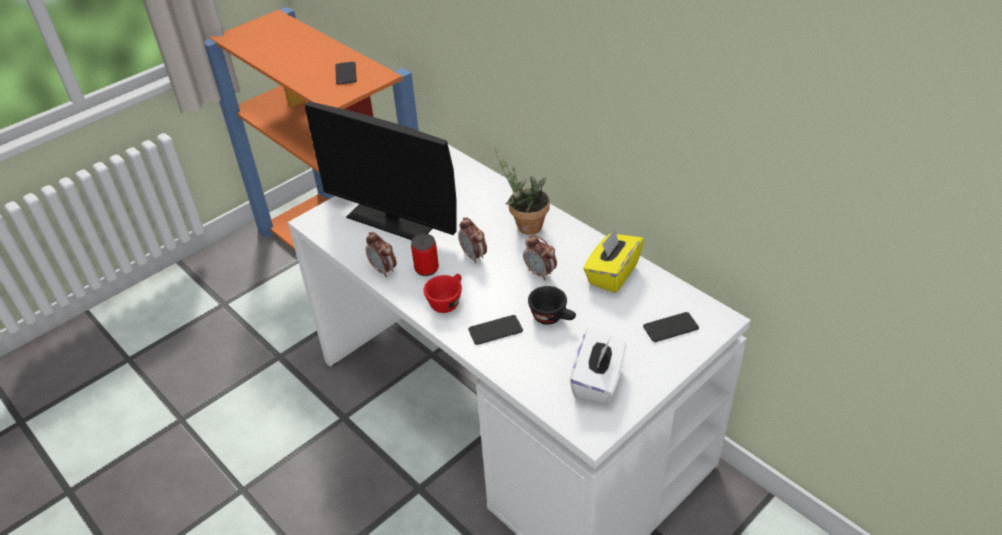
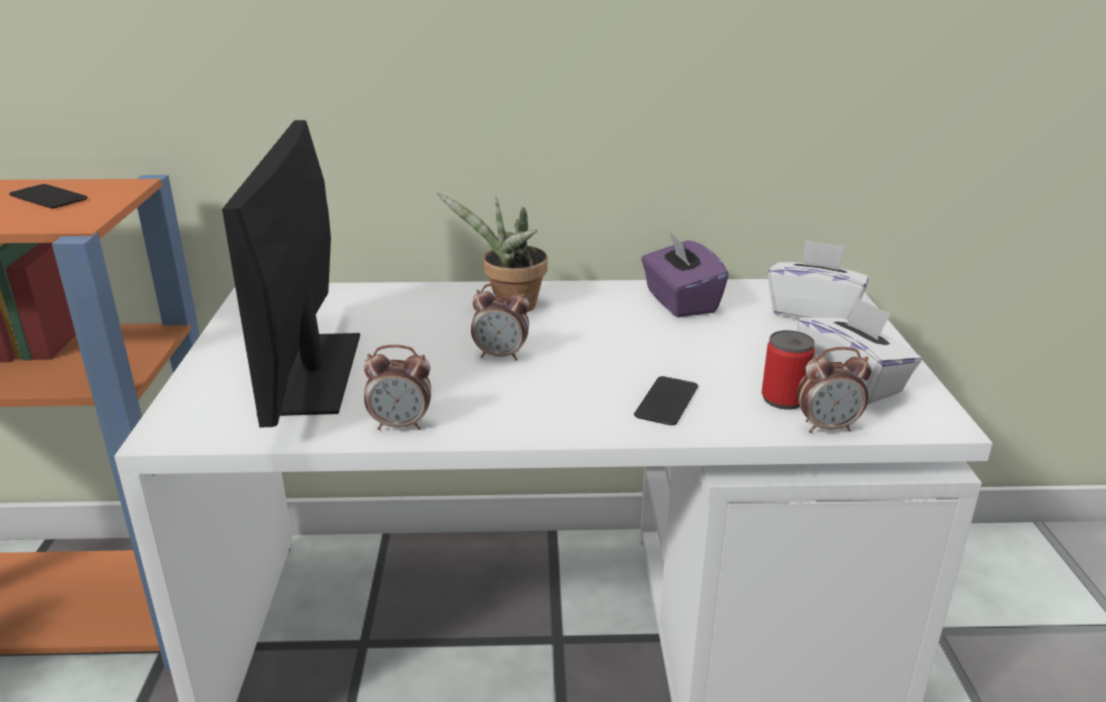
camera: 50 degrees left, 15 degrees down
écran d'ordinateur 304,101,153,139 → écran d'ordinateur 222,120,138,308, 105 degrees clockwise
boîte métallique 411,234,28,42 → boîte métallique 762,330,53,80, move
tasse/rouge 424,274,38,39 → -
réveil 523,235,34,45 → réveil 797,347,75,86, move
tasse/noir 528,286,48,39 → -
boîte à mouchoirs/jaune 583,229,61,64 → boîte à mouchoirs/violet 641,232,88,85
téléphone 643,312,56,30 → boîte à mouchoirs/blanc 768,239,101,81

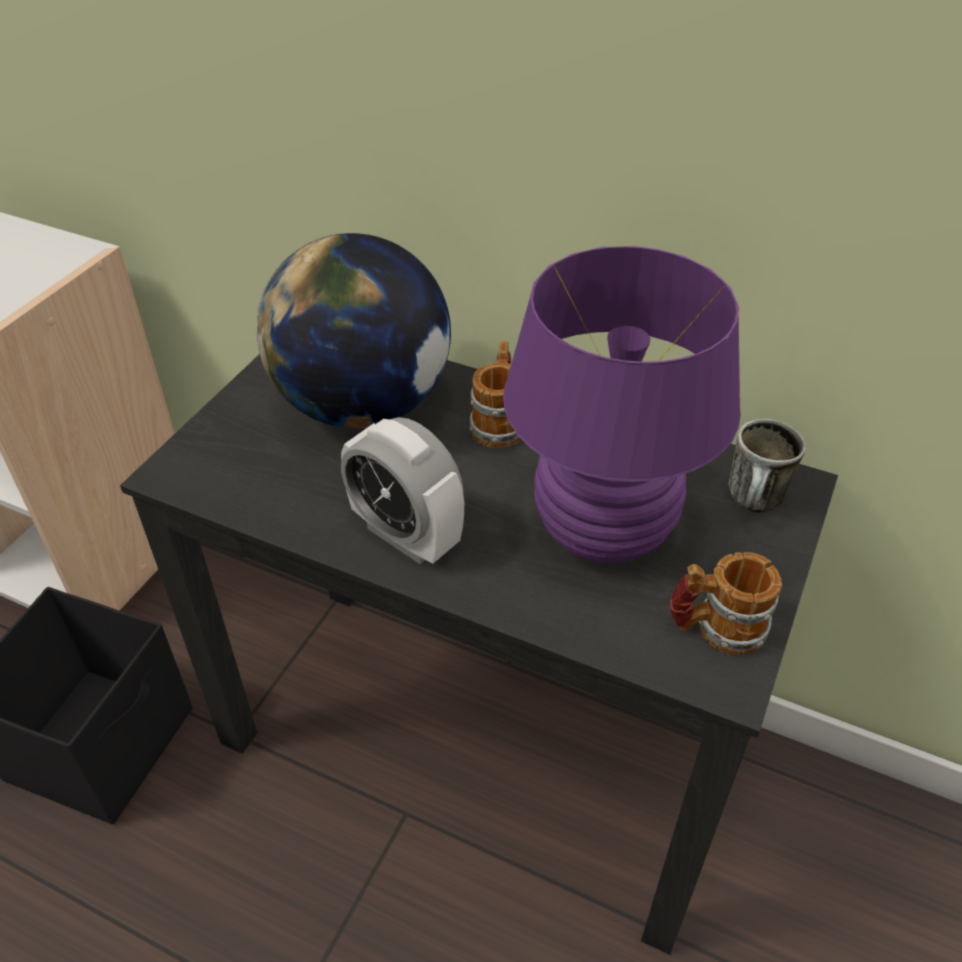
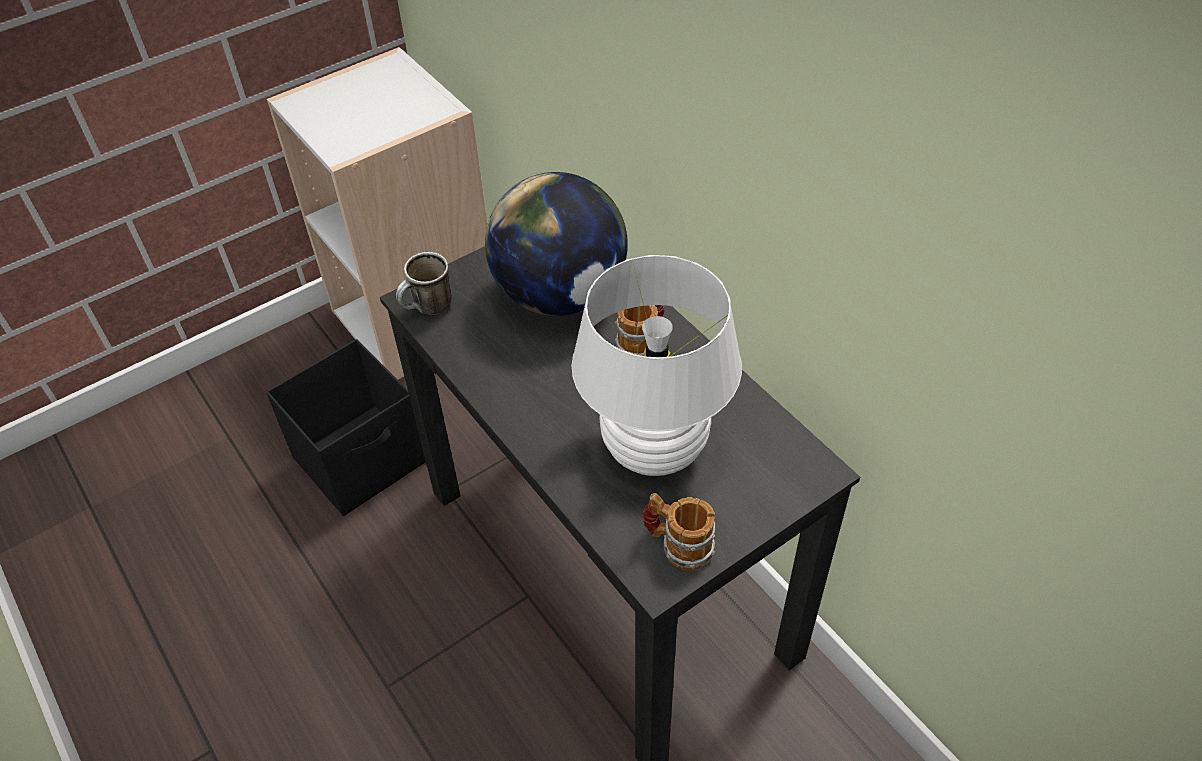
camera: 30 degrees right, 5 degrees up
réveil 341,417,123,147 → -
lampe de table/violet 503,246,238,317 → lampe de table/blanc 572,255,170,221
mug 728,419,78,94 → mug 396,252,56,64, move

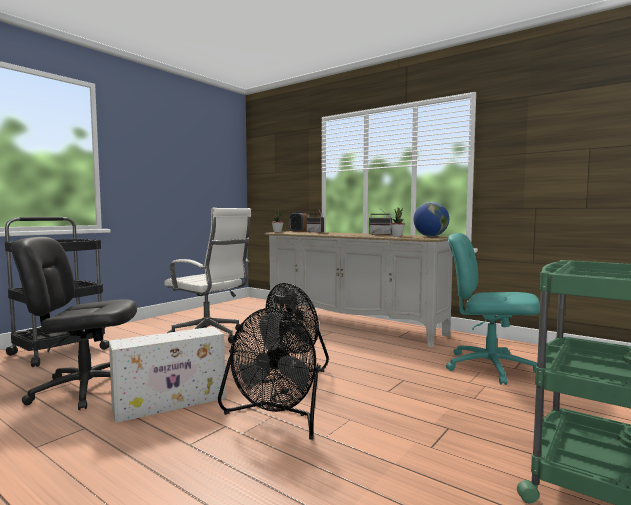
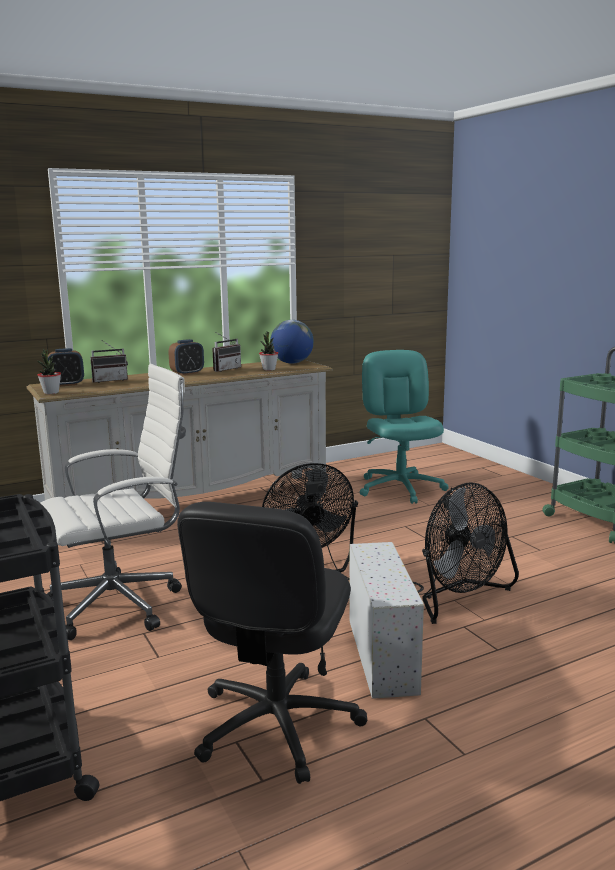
camera: 65 degrees left, 10 degrees up
chaise de bureau/turquoise 446,233,94,152 → chaise de bureau/turquoise 360,350,89,154, 120 degrees clockwise
- → réveil 168,339,36,36

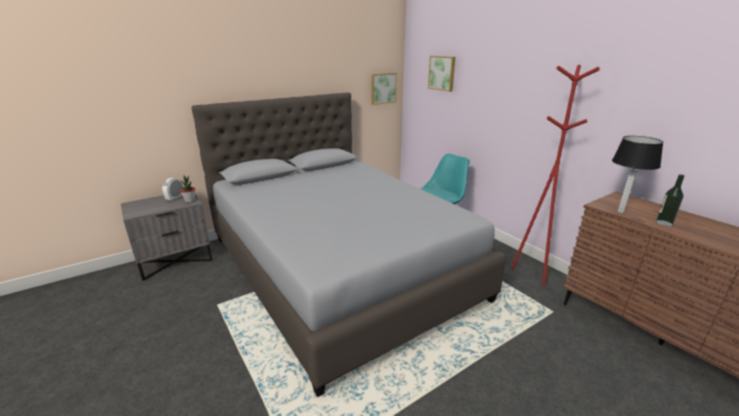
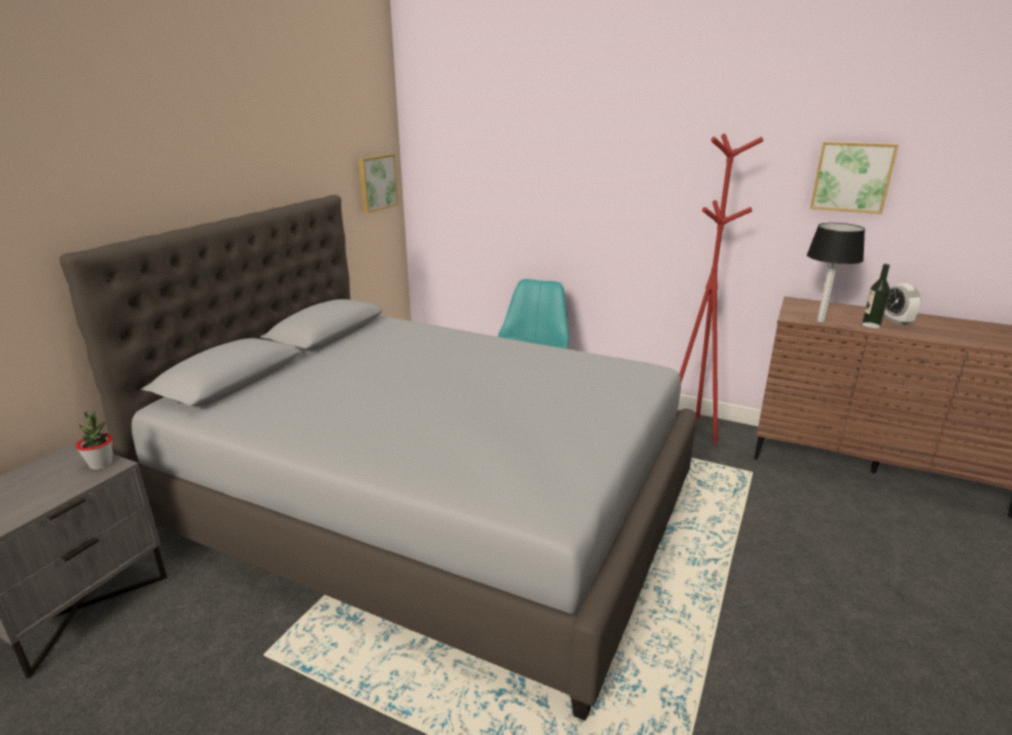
camera: 30 degrees left, 0 degrees up
réveil 162,178,21,23 → réveil 884,283,37,42, move
tableau 428,56,28,36 → tableau 810,141,88,73, move

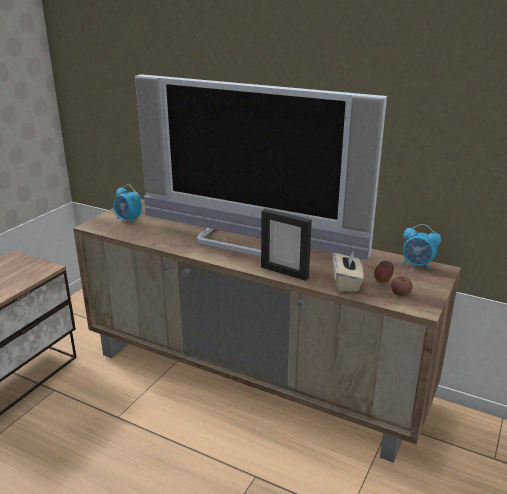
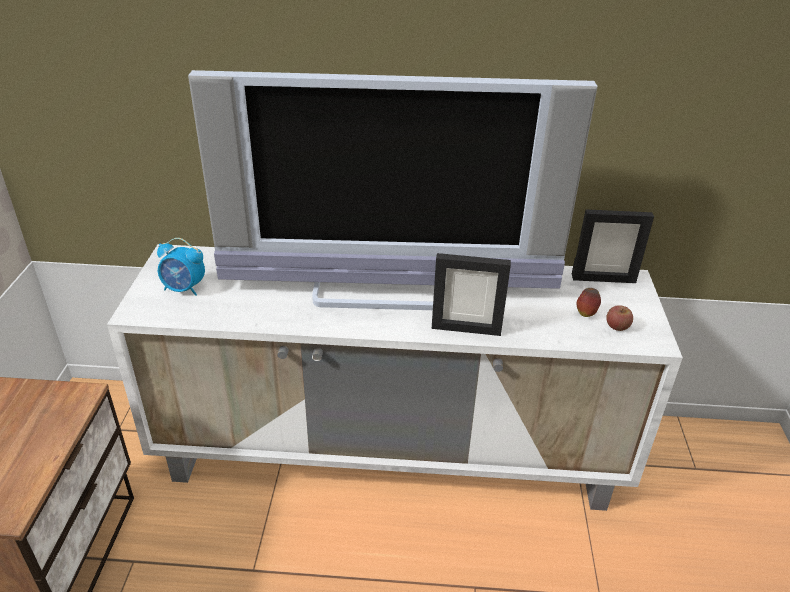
camera: 25 degrees left, 10 degrees up
meuble télé/marron 73,199,388,264 → meuble télé/blanc 107,244,576,267
boîte à mouchoirs/beige 333,249,31,43 → -
réveil 402,224,39,46 → cadre photo 572,209,82,74

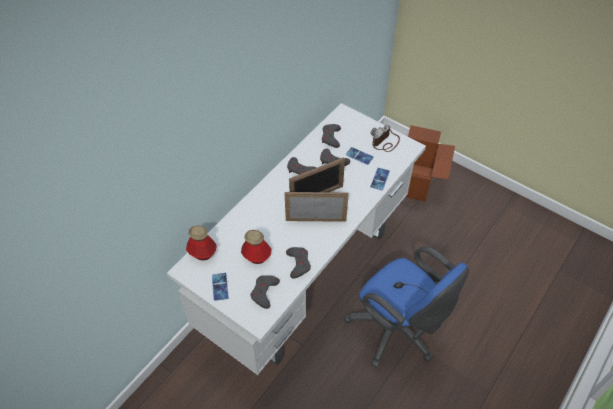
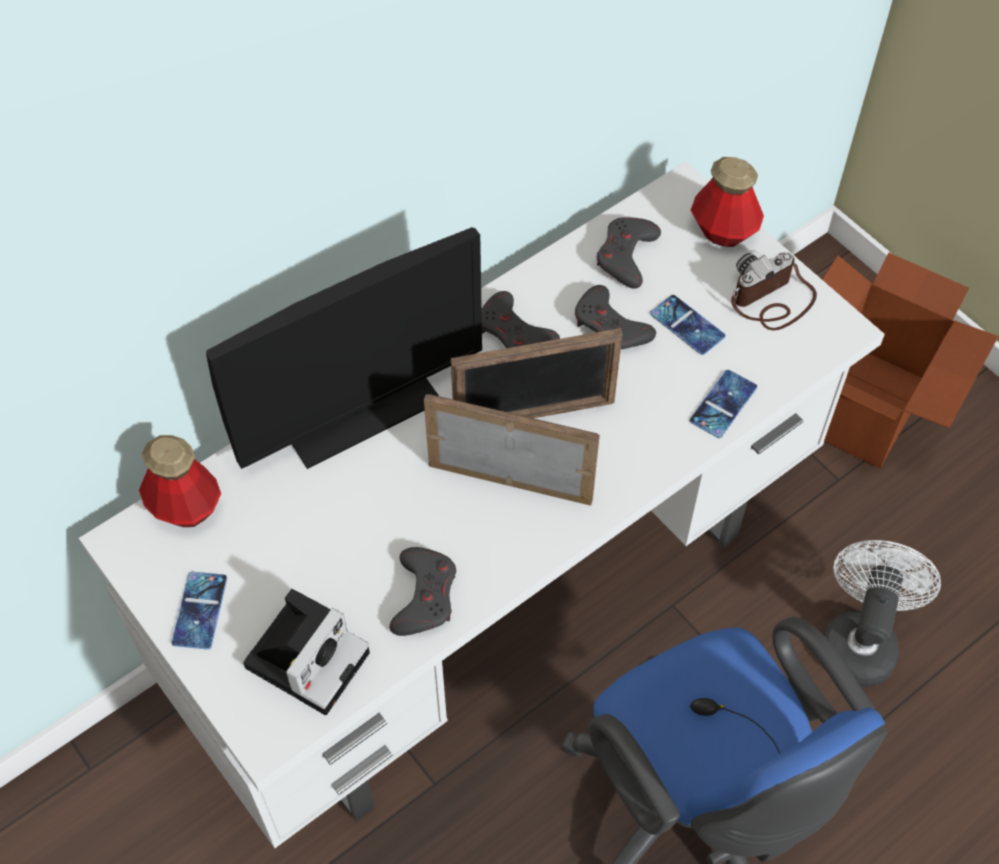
camera: 15 degrees right, 5 degrees up
bouteille 241,230,30,34 → bouteille 691,157,73,90, move
manette/gris 250,275,30,34 → appareil photo 243,589,127,126
- → écran d'ordinateur 206,227,276,242
- → ventilateur/blanc 823,540,118,147

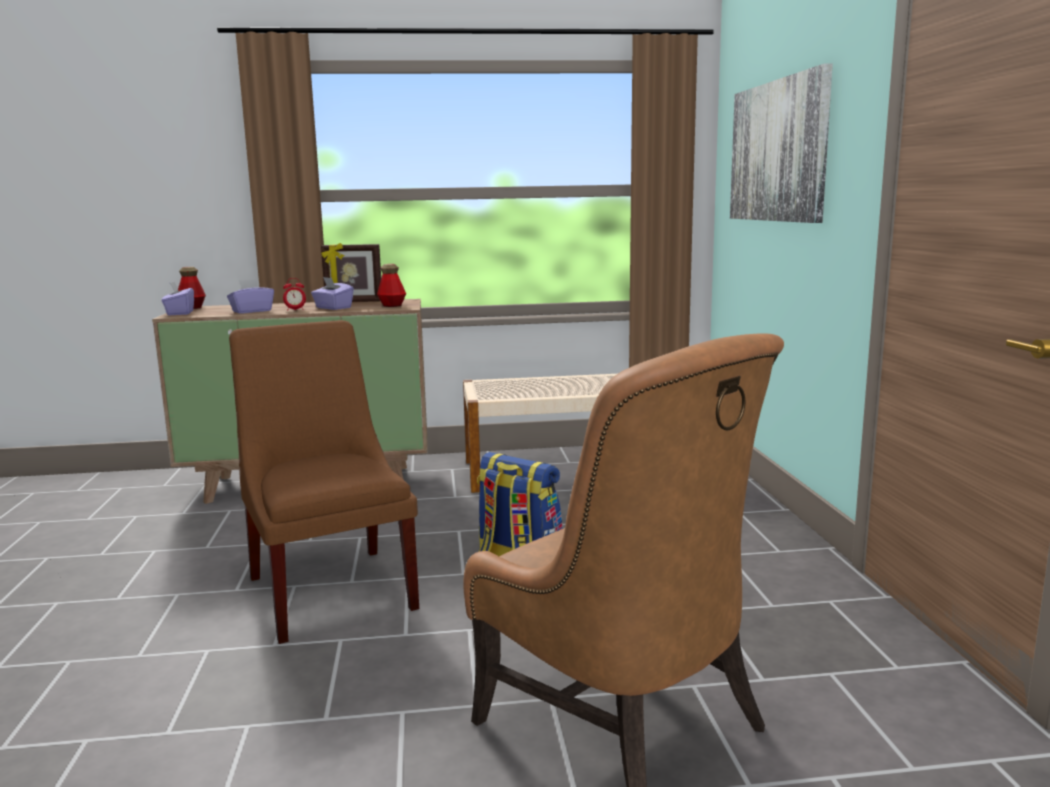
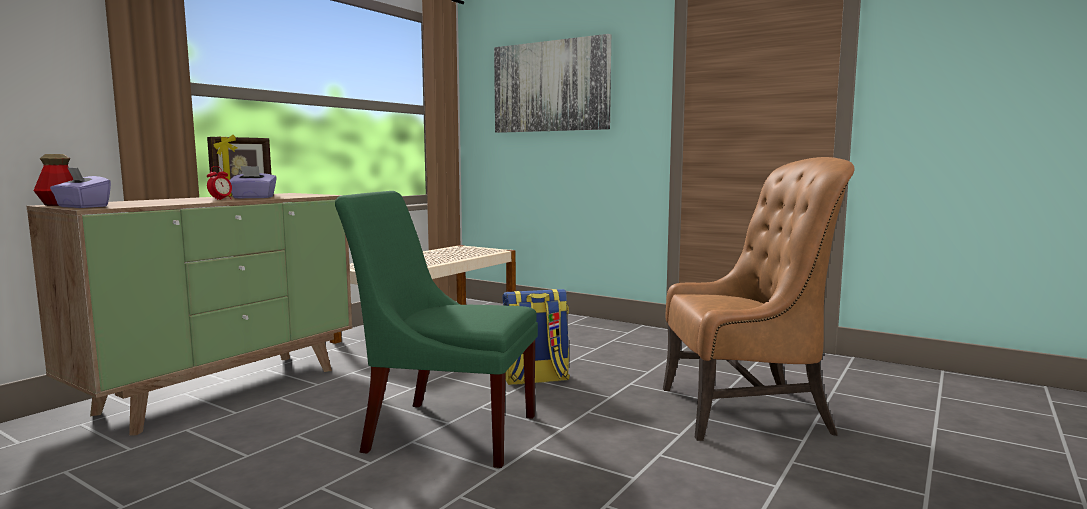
camera: 50 degrees left, 5 degrees down
boîte à mouchoirs/violet 227,279,47,34 → -
chaise/marron 229,320,190,324 → chaise/vert 335,191,203,277
bouteille 377,264,29,43 → -

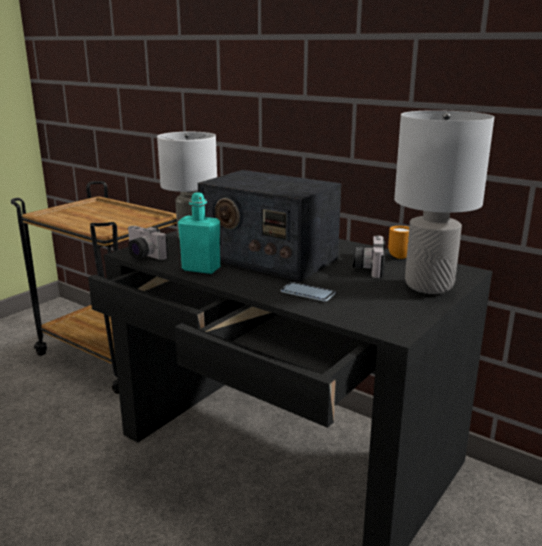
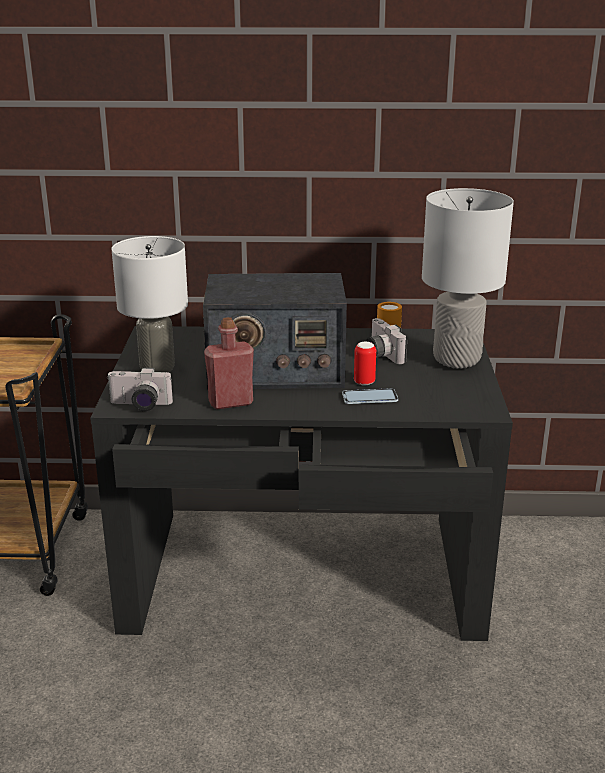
camera: 35 degrees left, 5 degrees up
bouteille/turquoise 178,192,42,82 → bouteille/rouge 204,317,50,92
- → boîte métallique 354,342,22,44

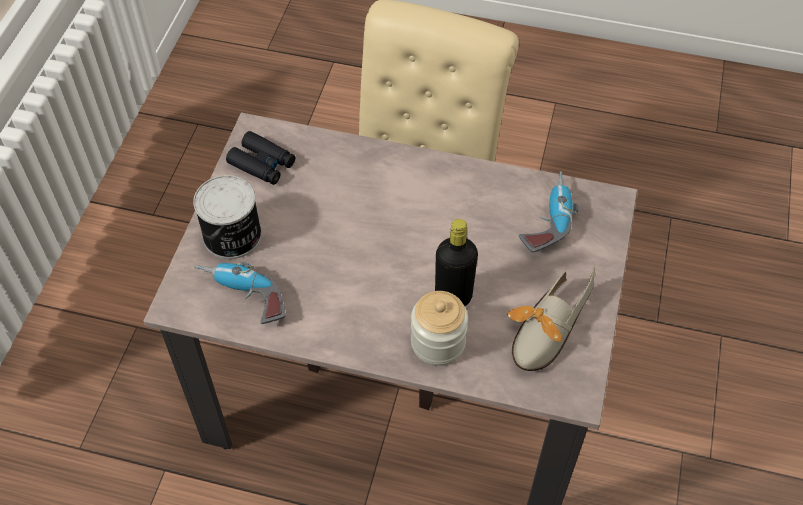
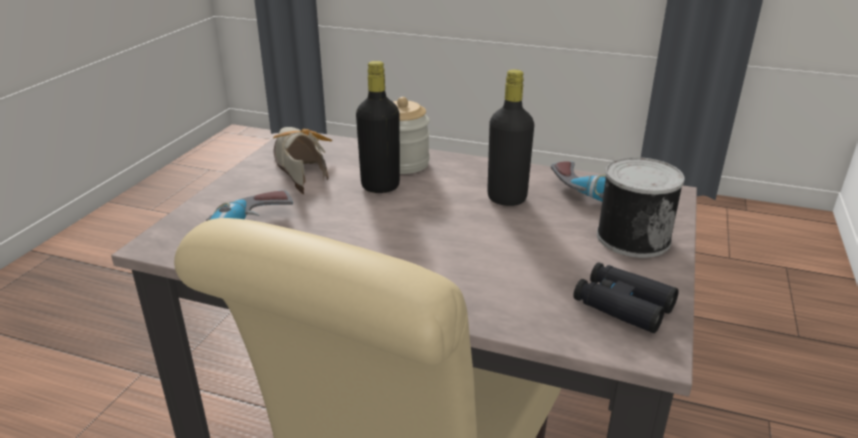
camera: 175 degrees left, 25 degrees down
chaussure 507,266,88,105 → chaussure 273,127,60,67, 60 degrees counterclockwise
- → bouteille/noir 487,69,47,137

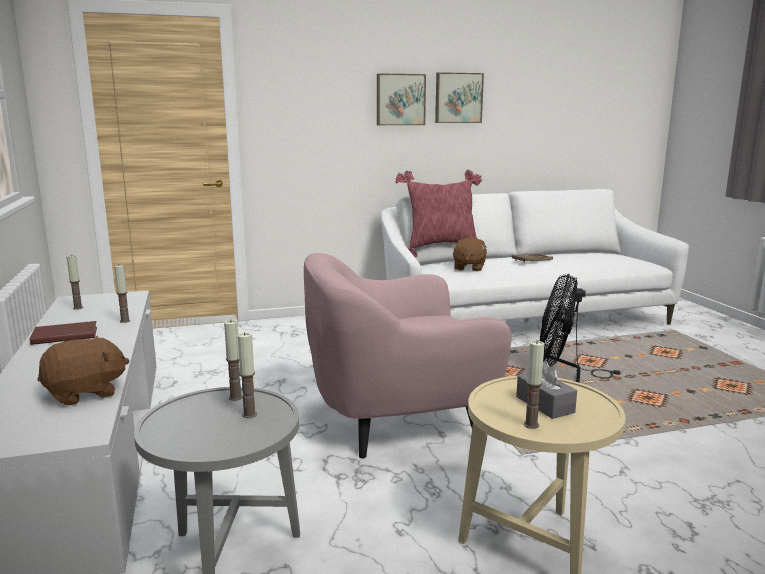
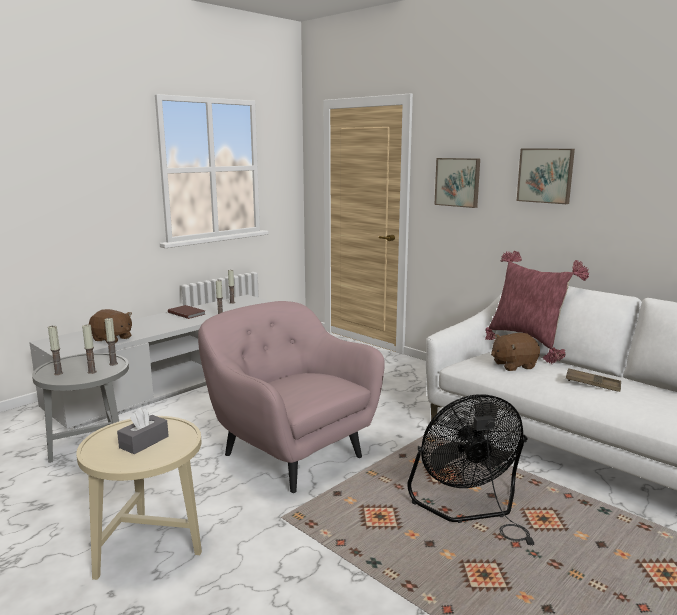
camera: 60 degrees right, 0 degrees up
tableau 435,72,49,51 → tableau 434,158,46,50, move
bougie 524,340,20,89 → bougie 48,325,15,50, move

